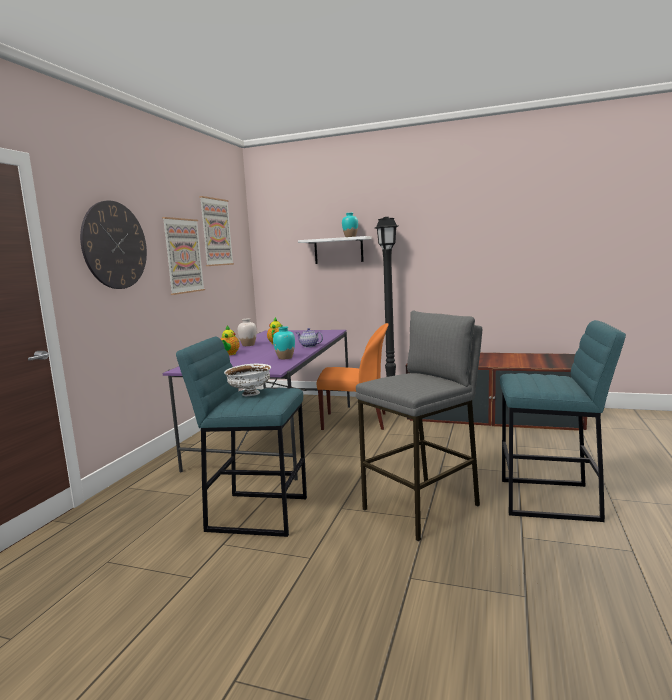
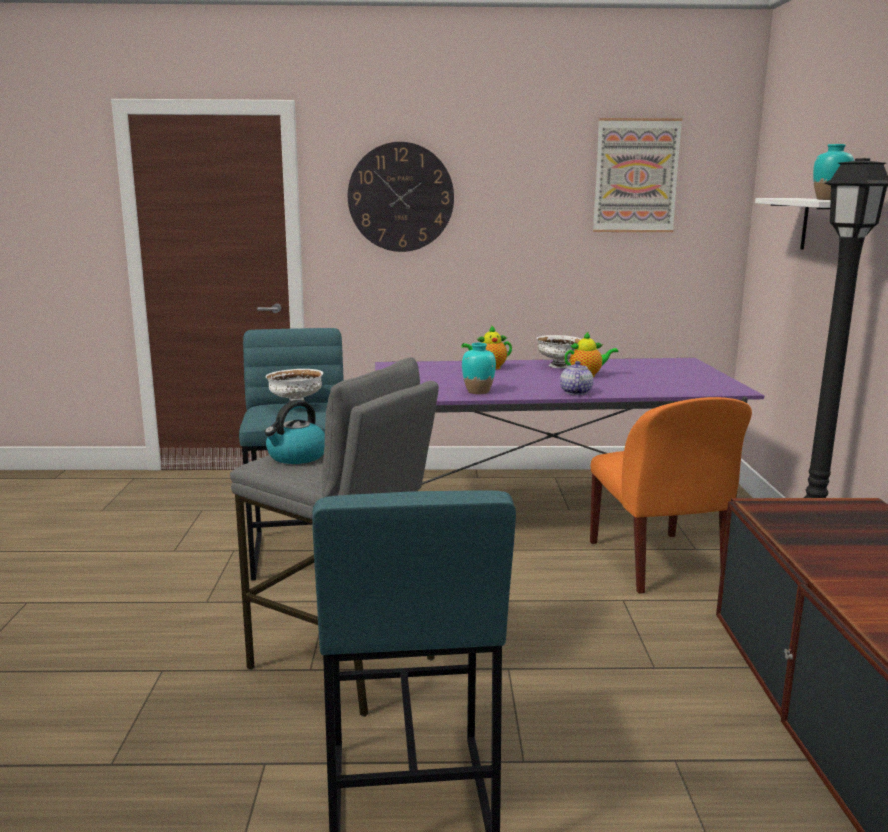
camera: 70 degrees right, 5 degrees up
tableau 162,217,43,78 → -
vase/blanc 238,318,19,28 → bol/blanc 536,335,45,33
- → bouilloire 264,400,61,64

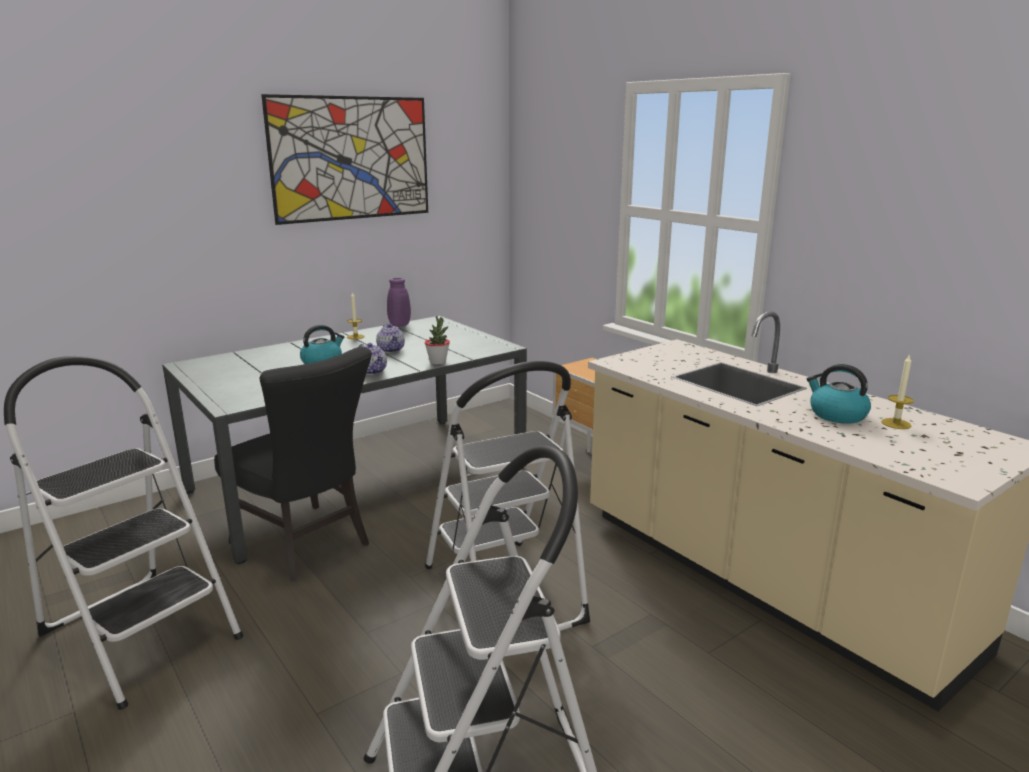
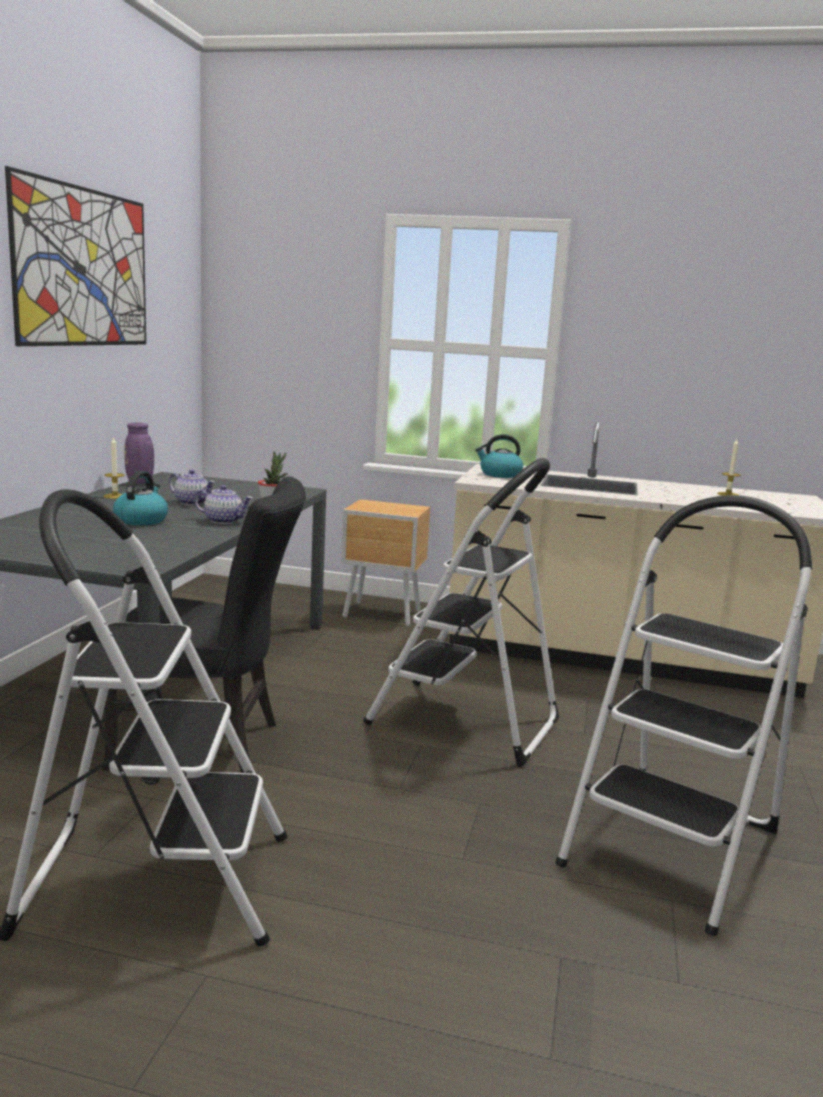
camera: 40 degrees left, 5 degrees down
bouilloire 807,364,64,60 → bouilloire 475,434,48,44, move

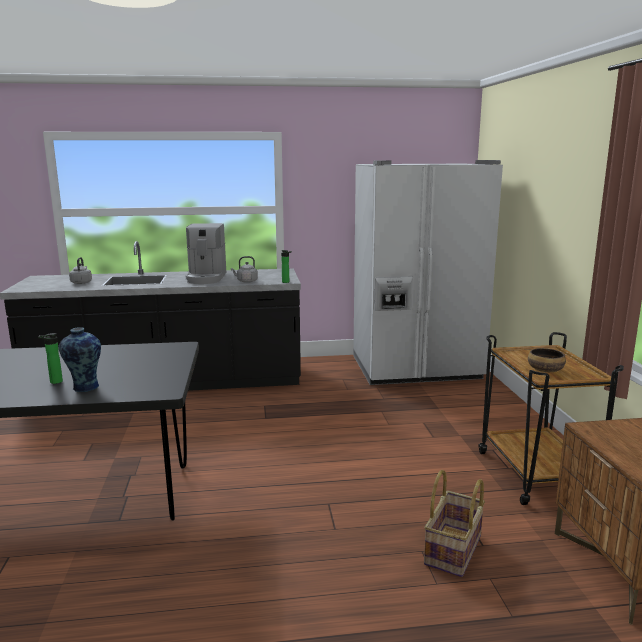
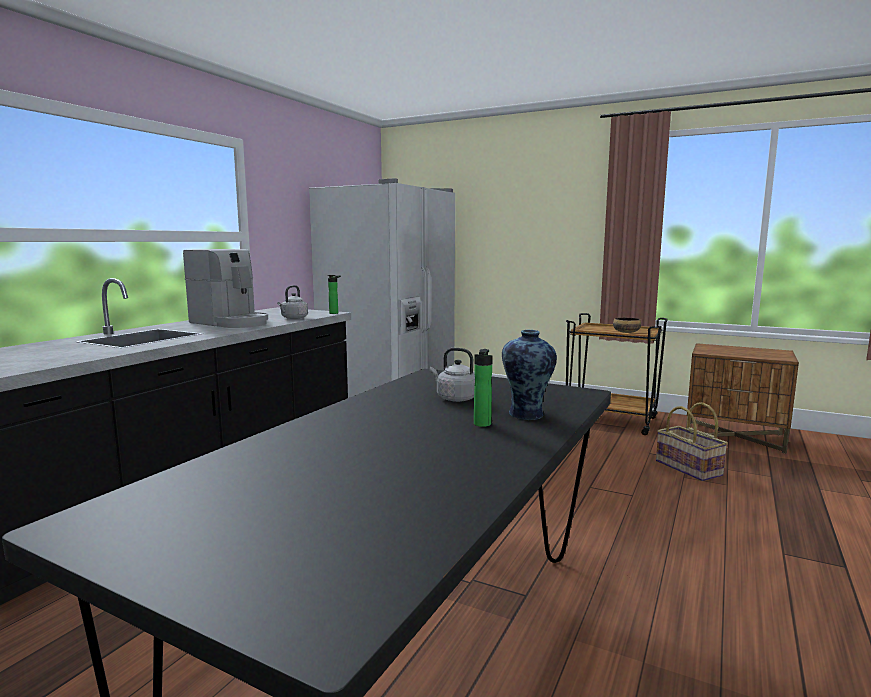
camera: 55 degrees left, 5 degrees down
bouilloire/gris 69,257,23,27 → bouilloire/gris 430,348,45,54, move

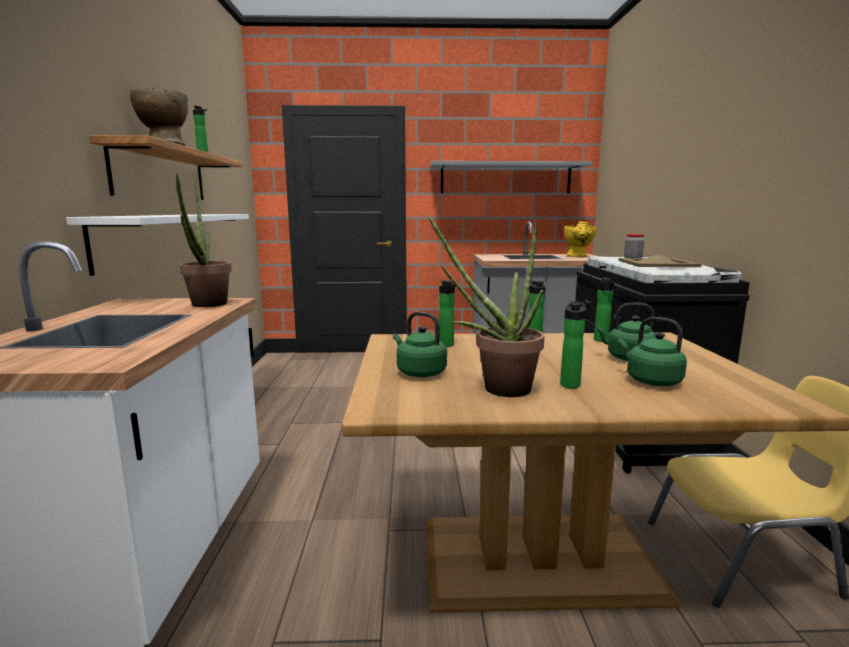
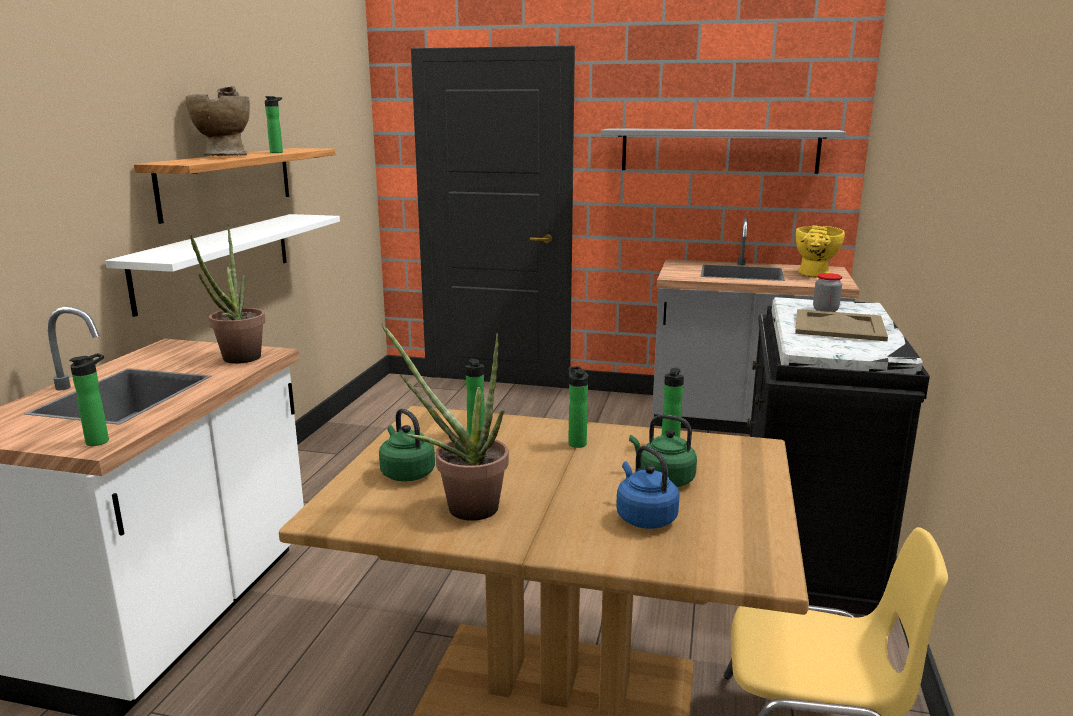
camera: 15 degrees right, 5 degrees up
bouteille 560,301,26,87 → bouteille 69,353,40,93, move
bouilloire/vert 619,317,68,69 → bouilloire/bleu 616,446,64,83

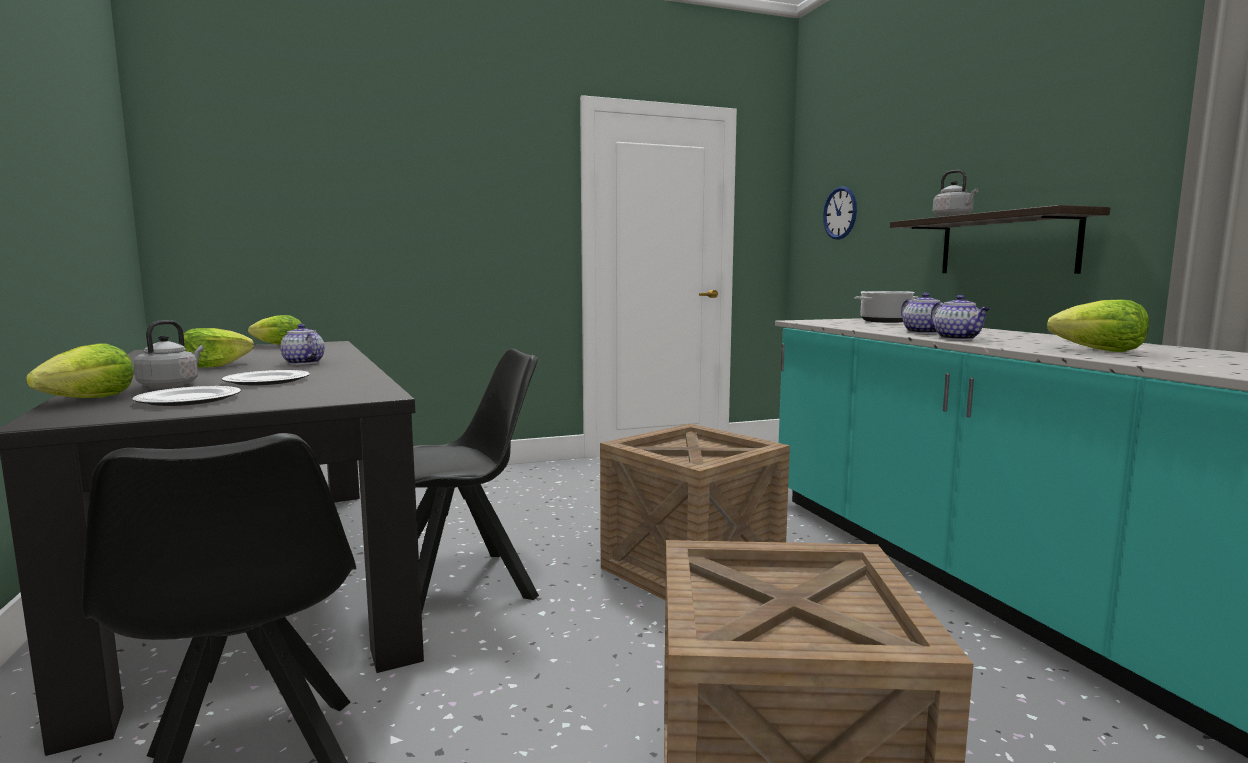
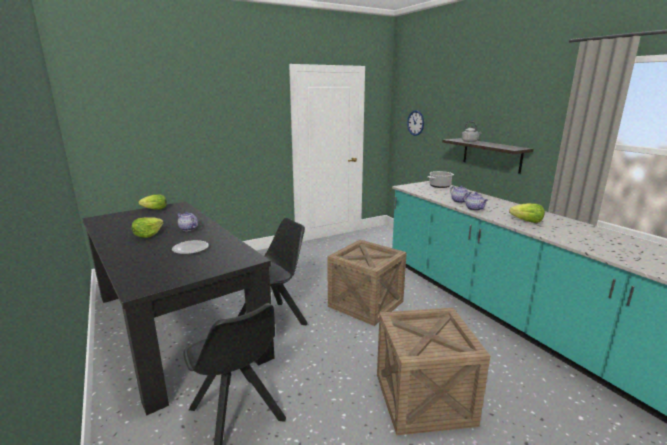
camera: 10 degrees left, 10 degrees up
laitue 26,343,108,55 → -
assiette 133,386,108,20 → -
bouilloire/gris 134,320,70,68 → -

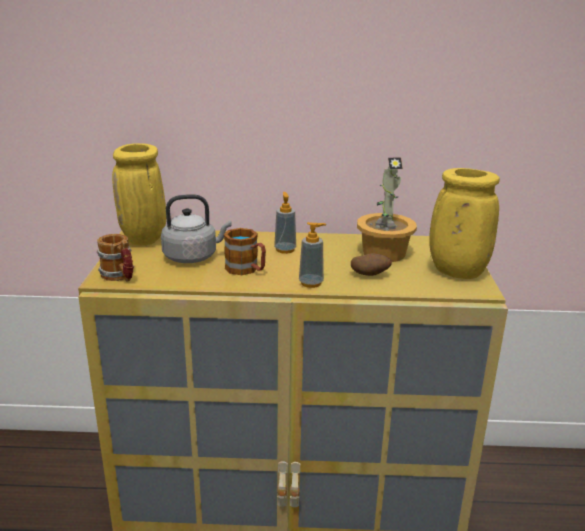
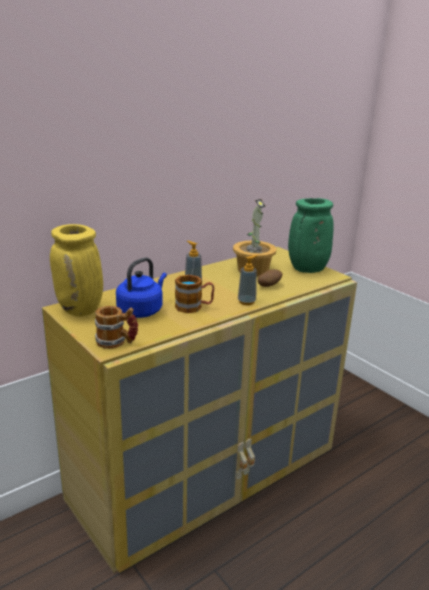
camera: 40 degrees left, 0 degrees up
bouilloire/gris 161,194,71,69 → bouilloire/bleu 116,257,51,61
vase/jaune 429,168,71,111 → vase/vert 288,198,46,75

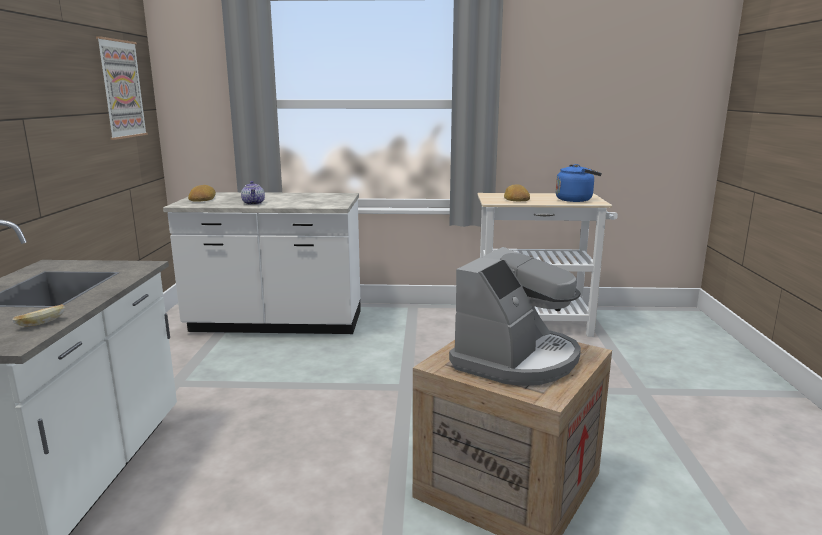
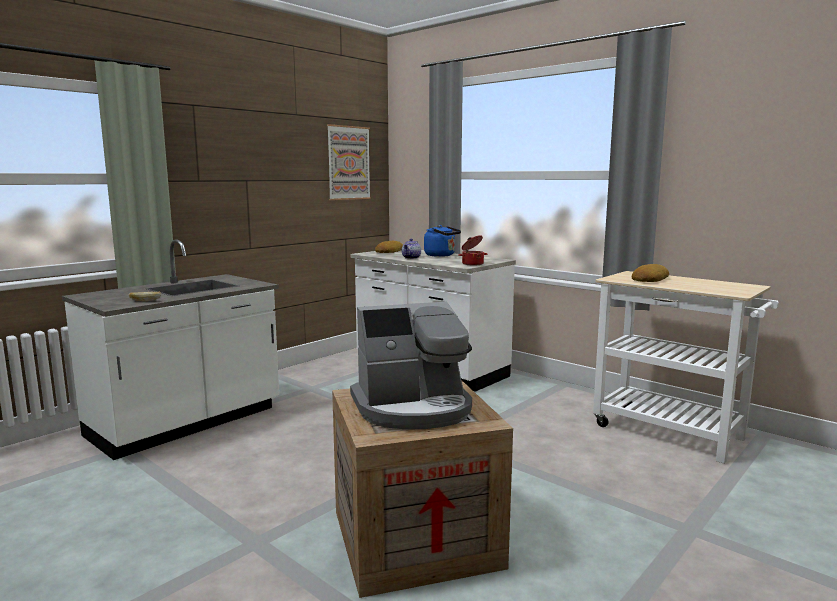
camera: 40 degrees right, 5 degrees down
bouilloire/bleu 555,164,47,38 → bouilloire/bleu 424,225,37,32, move
- → marmite 458,235,29,30

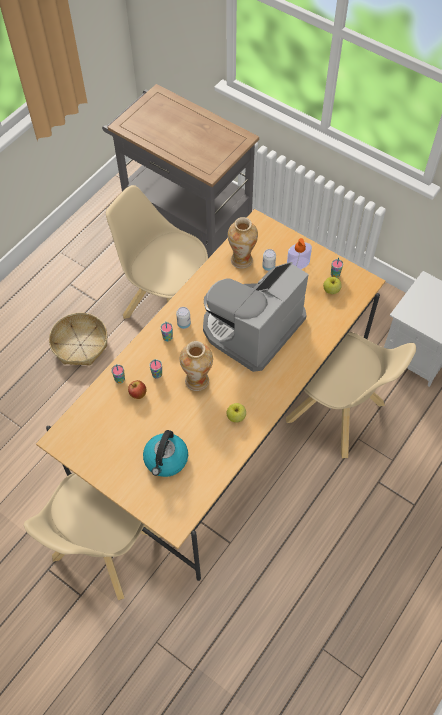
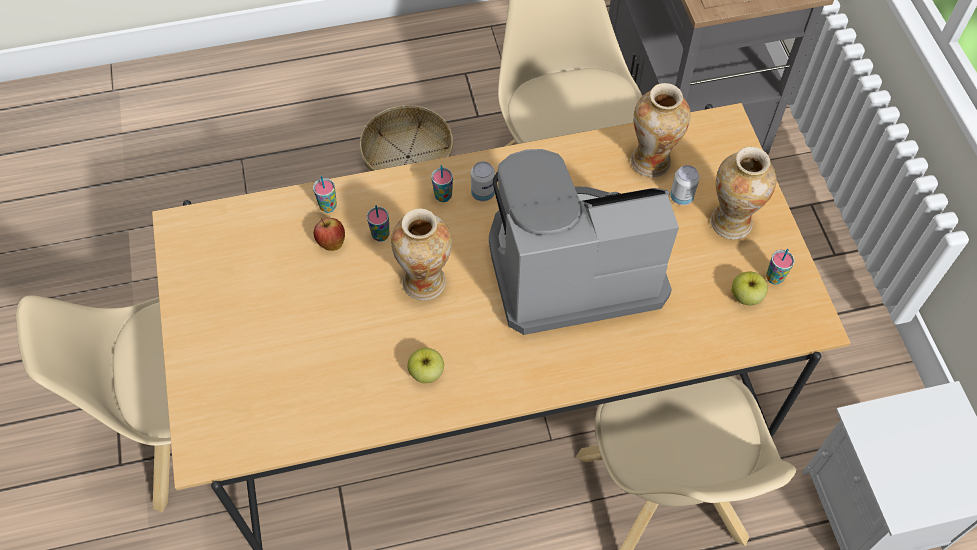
camera: 40 degrees right, 0 degrees up
bouilloire 143,430,45,47 → -
distributeur de savon 287,238,25,31 → vase 711,147,66,93

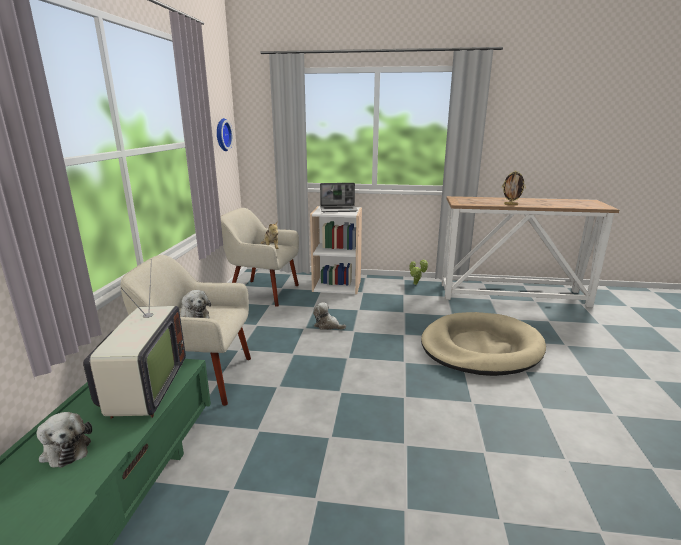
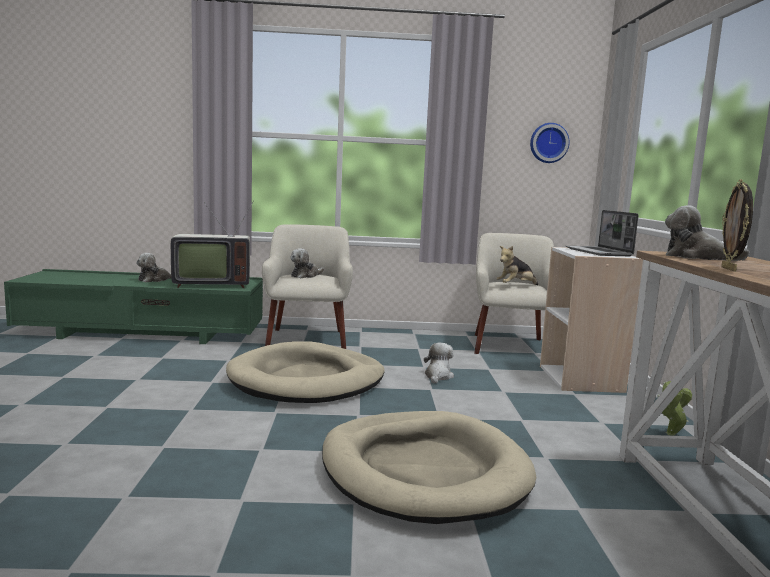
camera: 80 degrees right, 10 degrees down
- → panier pour chien/beige 226,341,159,62
- → peluche 665,205,85,56

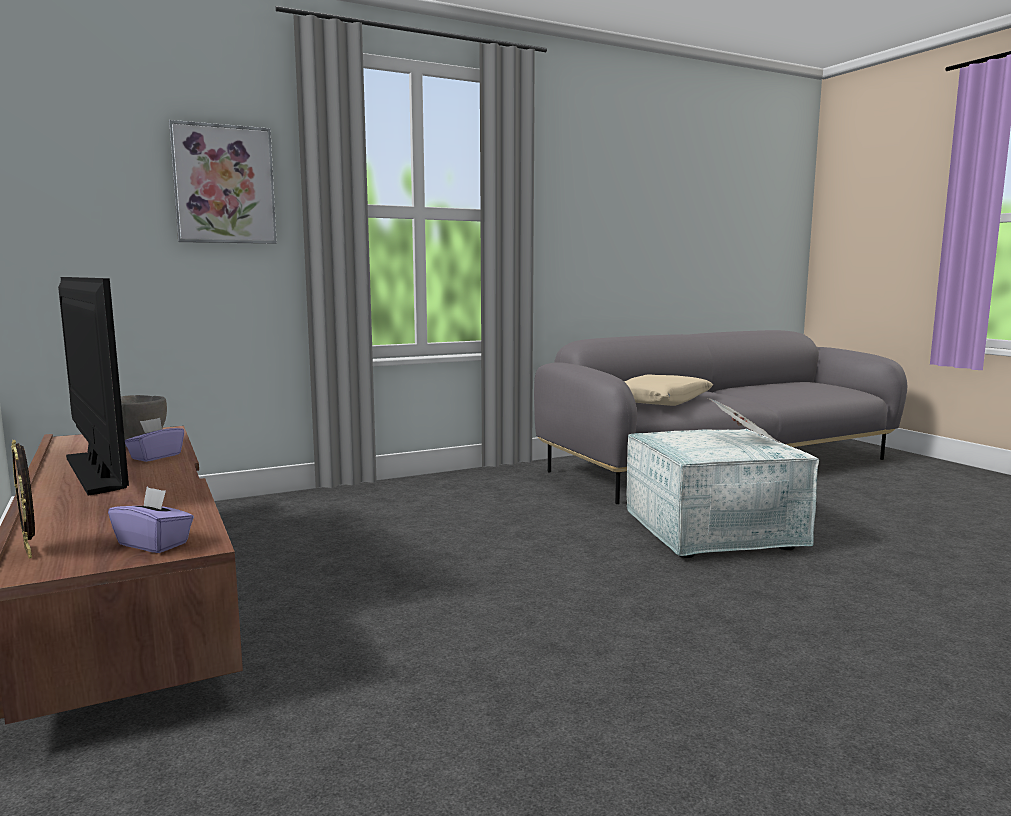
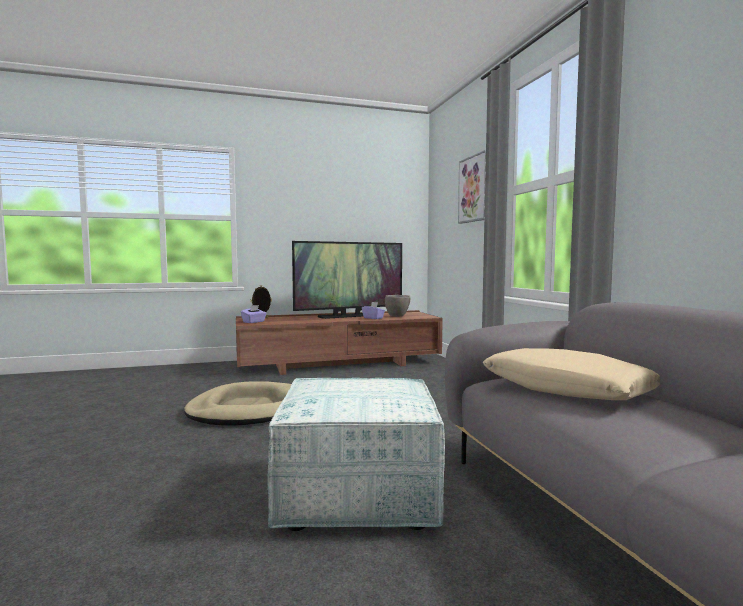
camera: 100 degrees right, 5 degrees down
journal 708,398,73,45 → -
- → panier pour chien/beige 184,381,107,44

